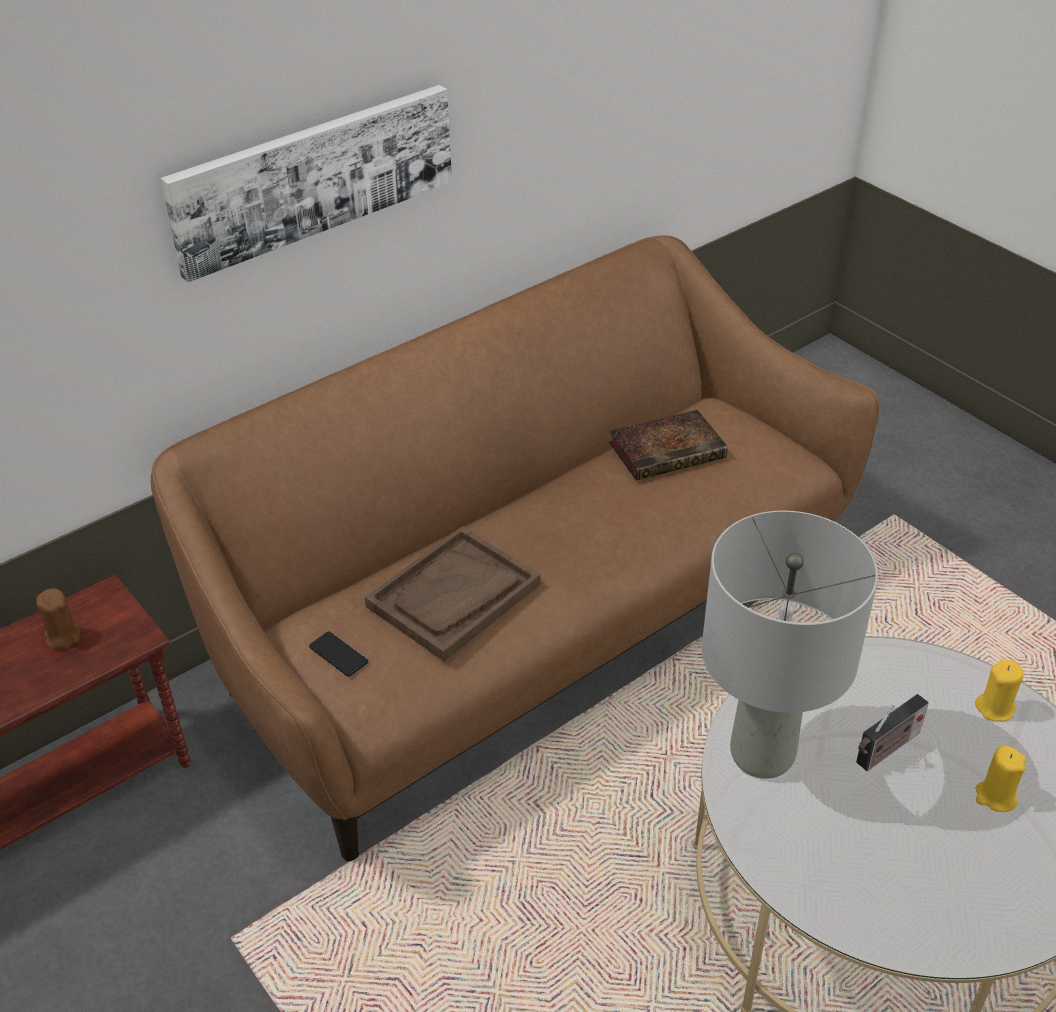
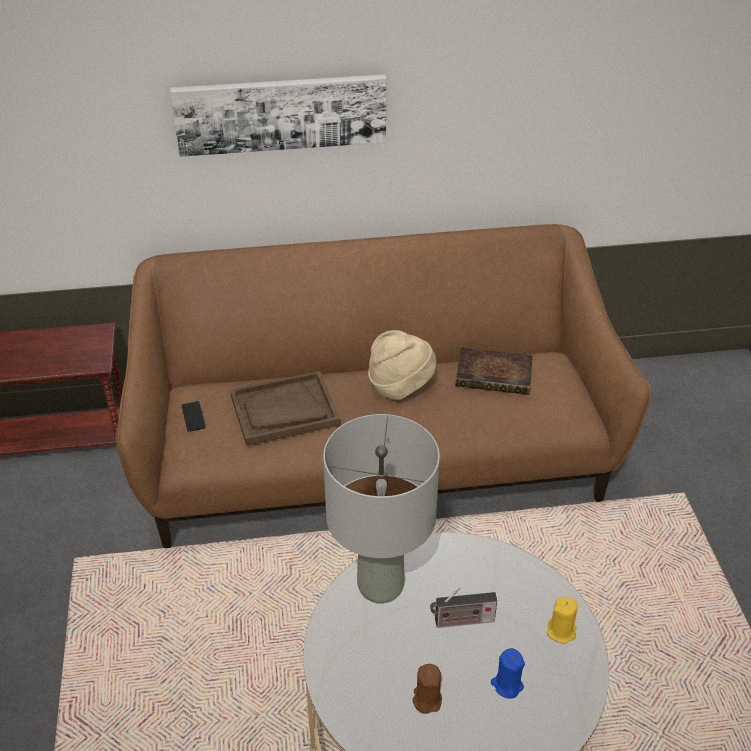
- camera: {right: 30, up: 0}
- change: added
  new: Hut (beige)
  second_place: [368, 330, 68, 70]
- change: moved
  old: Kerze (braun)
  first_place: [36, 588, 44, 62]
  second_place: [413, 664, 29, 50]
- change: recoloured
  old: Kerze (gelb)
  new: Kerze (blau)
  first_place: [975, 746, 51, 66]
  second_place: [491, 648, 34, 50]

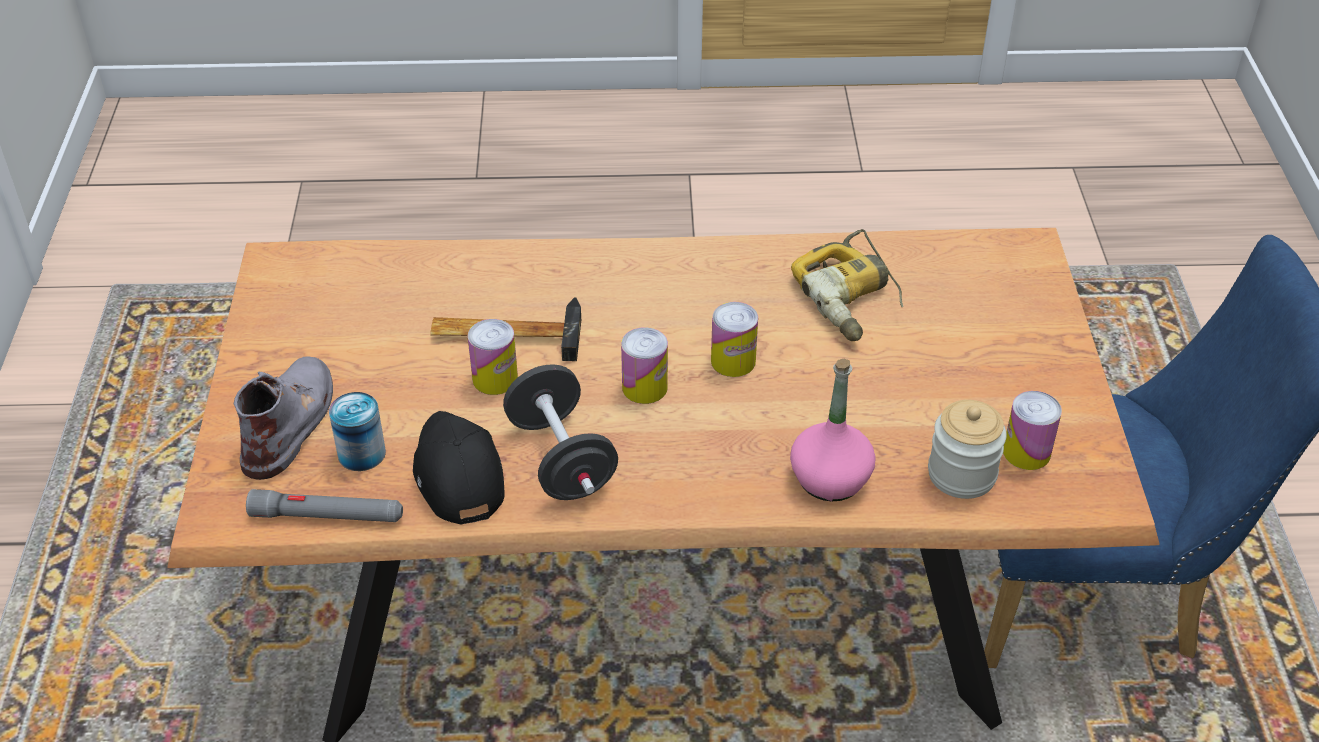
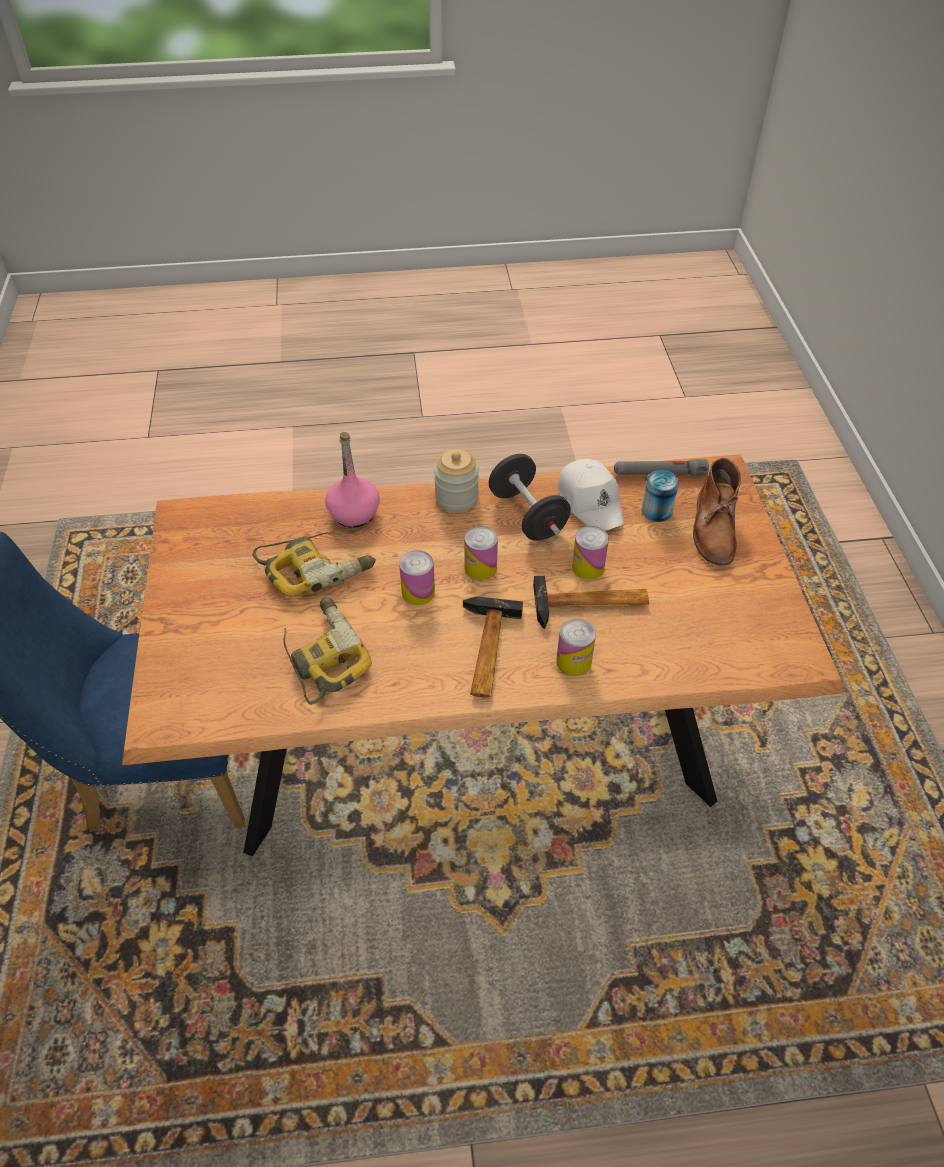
- camera: {right: 175, up: 5}
- change: added
  new: Bohrmaschine
  second_place: [253, 532, 123, 64]
- change: moved
  old: Vorratsglas
  first_place: [928, 400, 79, 99]
  second_place: [434, 449, 45, 63]
- change: added
  new: Hammer
  second_place: [463, 596, 60, 101]
- change: moved
  old: Dose
  first_place: [1003, 391, 59, 79]
  second_place: [556, 619, 40, 57]
- change: recoloured
  old: Kappe (schwarz)
  new: Kappe (weiß)
  first_place: [413, 411, 92, 113]
  second_place: [557, 459, 67, 72]
- change: recoloured
  old: Stiefel (grau)
  new: Stiefel (braun)
  first_place: [234, 356, 99, 124]
  second_place: [693, 458, 48, 107]

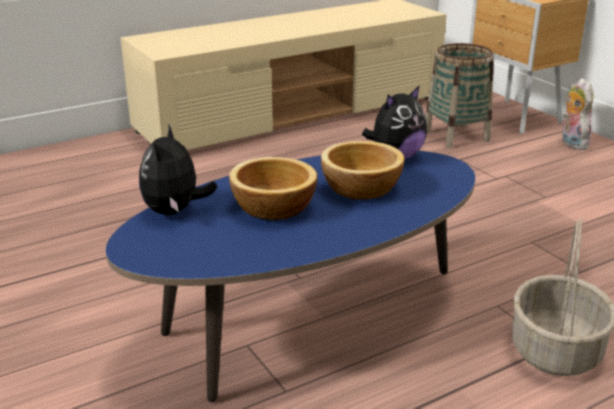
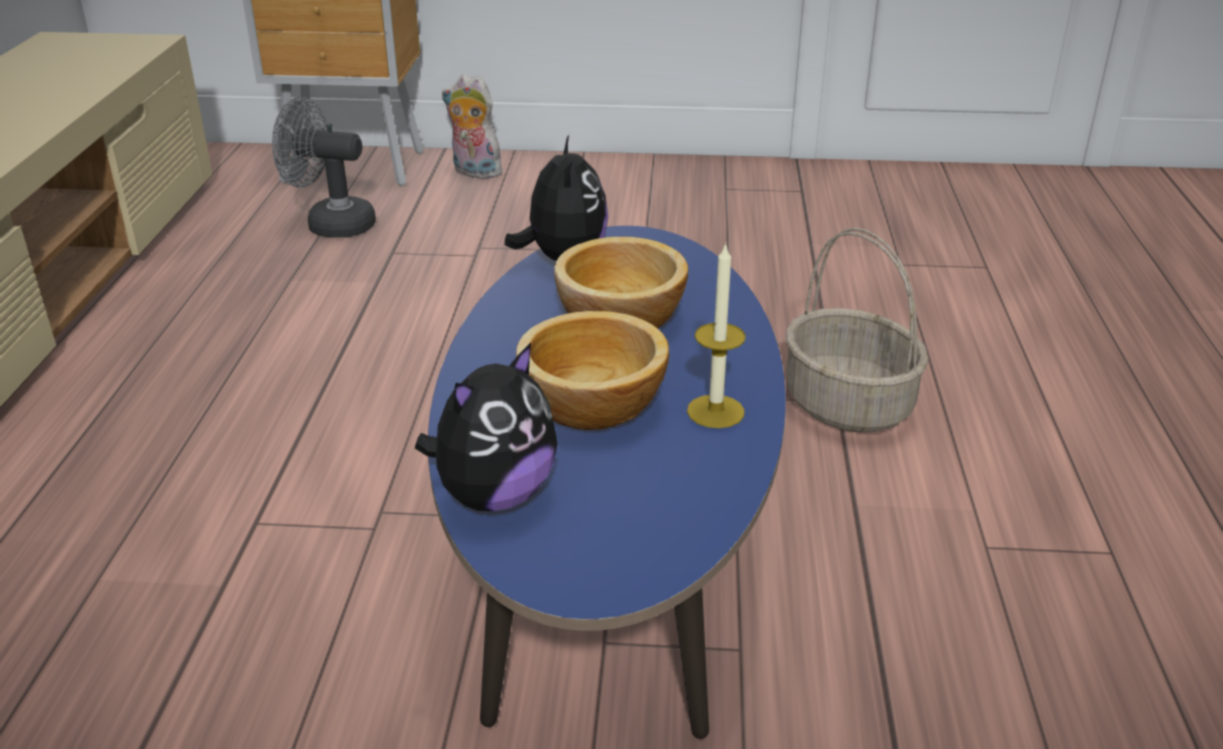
- camera: {right: -55, up: 5}
- change: replaced
  old: Korb
  new: Ventilator (grau)
  first_place: [425, 43, 69, 105]
  second_place: [272, 97, 104, 141]
- change: turned
  old: Plüschtier
  first_place: [139, 123, 79, 92]
  second_place: [415, 343, 143, 168]
  degrees: -90
- change: added
  new: Kerze
  second_place: [687, 242, 59, 186]

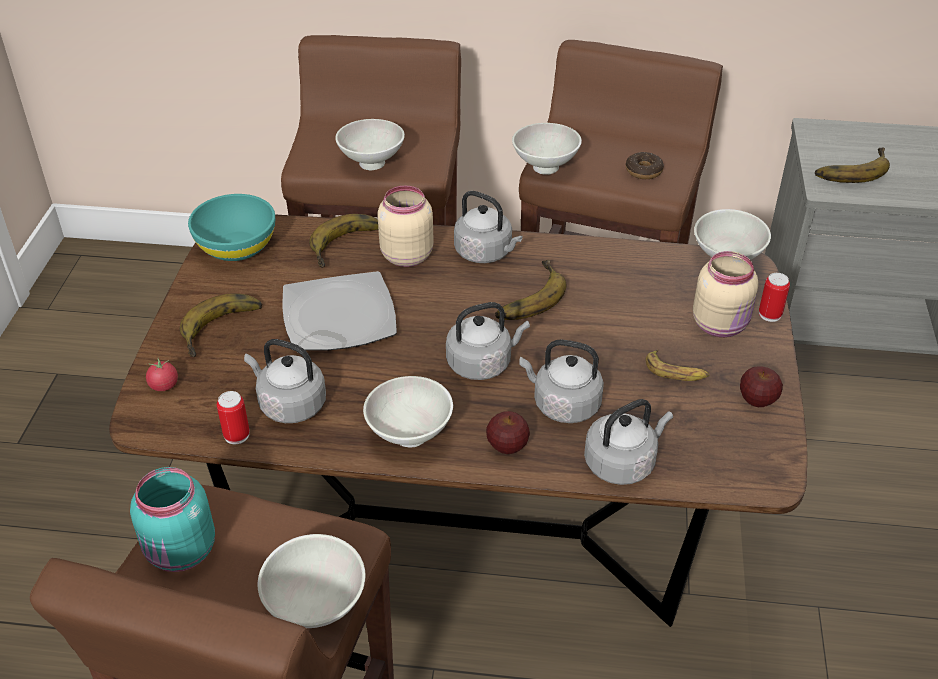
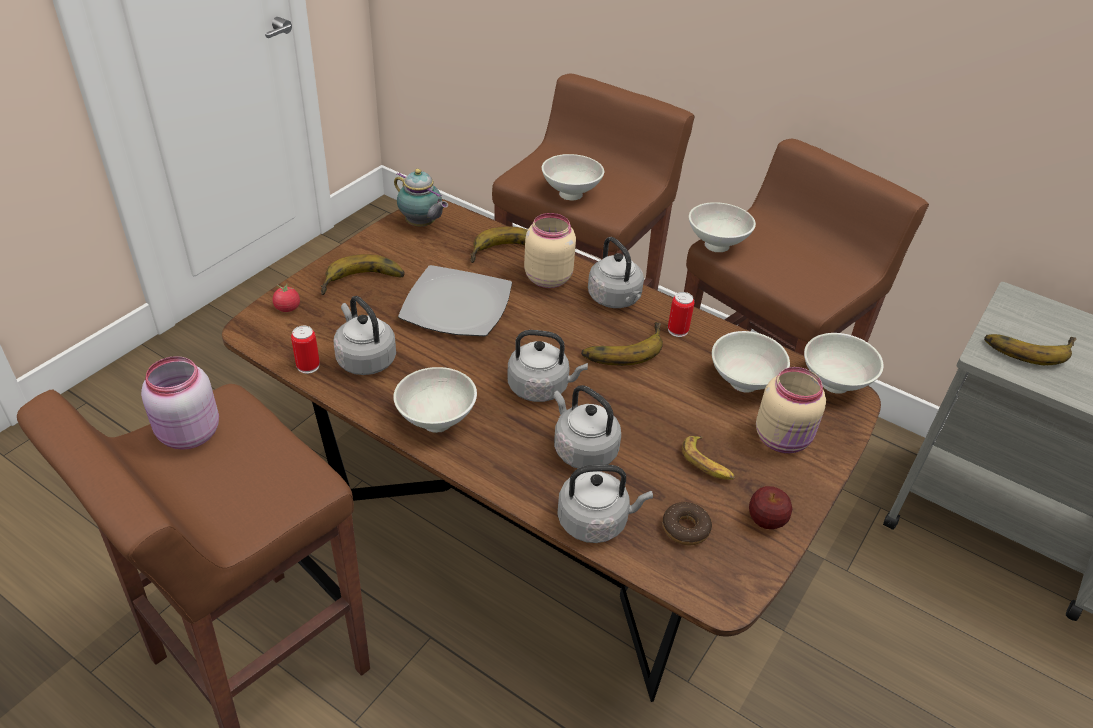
- camera: {right: 25, up: 0}
- change: recoloured
  old: Vorratsglas (türkis)
  new: Vorratsglas (rosa)
  first_place: [130, 467, 85, 105]
  second_place: [141, 356, 78, 94]
- change: replaced
  old: Schüssel (türkis)
  new: Teekanne
  first_place: [188, 194, 87, 67]
  second_place: [394, 169, 54, 57]
- change: moved
  old: Donut
  first_place: [626, 152, 38, 27]
  second_place: [662, 502, 50, 43]
- change: moved
  old: Dose
  first_place: [759, 273, 31, 49]
  second_place: [668, 292, 26, 45]
- change: moved
  old: Schüssel (weiß)
  first_place: [258, 534, 107, 94]
  second_place: [712, 331, 78, 61]
- change: removed
  old: Apfel
  first_place: [486, 411, 44, 43]

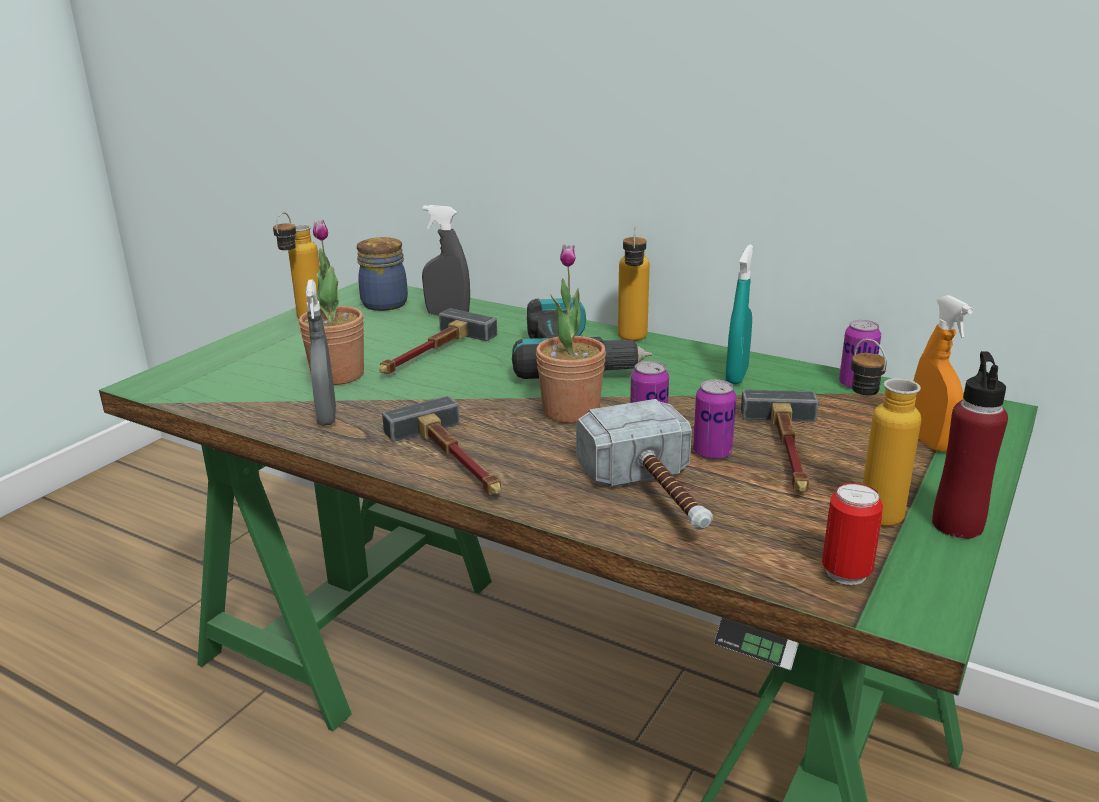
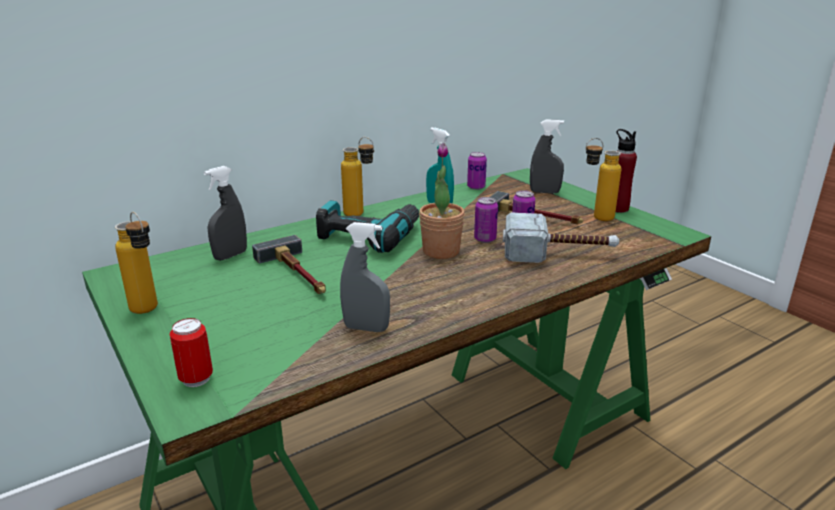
- camera: {right: -65, up: 0}
- change: moved
  old: Dose
  first_place: [822, 483, 61, 102]
  second_place: [170, 318, 43, 69]
- change: recoloured
  old: Sprühflasche (orange)
  new: Sprühflasche (grau)
  first_place: [914, 295, 59, 157]
  second_place: [530, 120, 34, 74]
- change: removed
  old: Topfpflanze
  first_place: [299, 220, 65, 165]
- change: removed
  old: Vorratsglas
  first_place: [357, 237, 51, 74]
- change: removed
  old: Hammer
  first_place: [382, 396, 119, 99]

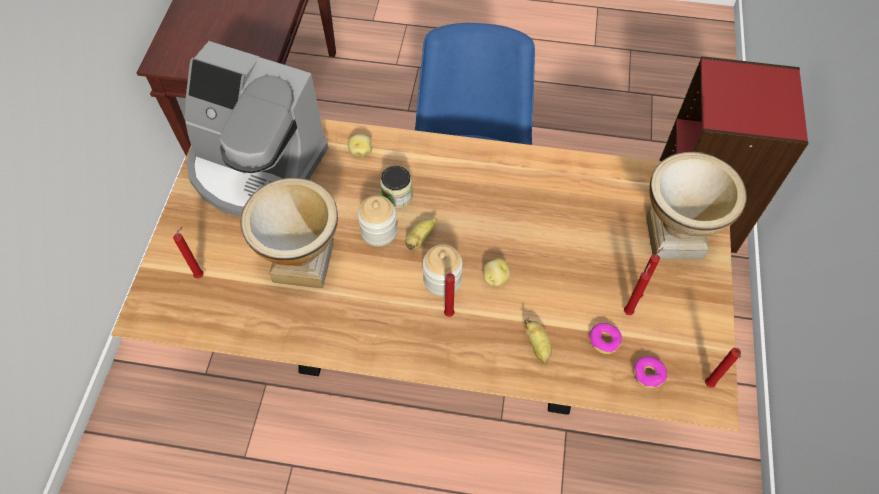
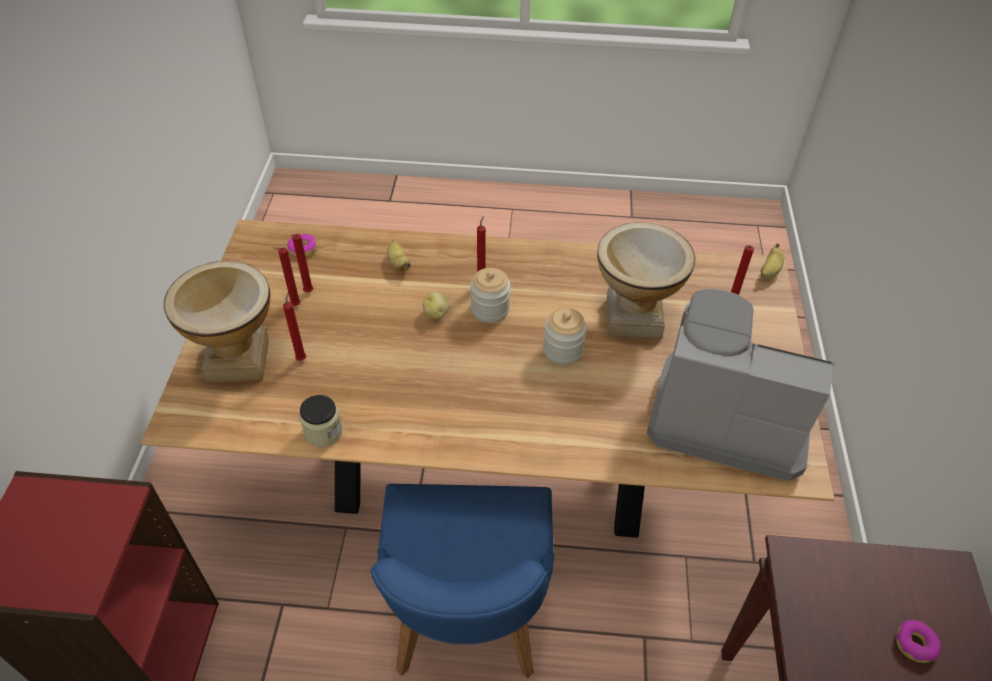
- camera: {right: 175, up: -10}
- change: moved
  old: Kerze (rot)
  first_place: [705, 348, 36, 40]
  second_place: [283, 291, 23, 70]
- change: moved
  old: Vorratsglas
  first_place: [380, 166, 33, 43]
  second_place: [299, 395, 43, 52]
- change: moved
  old: Banane
  first_place: [405, 217, 32, 33]
  second_place: [761, 243, 24, 36]
- change: moved
  old: Donut
  first_place: [589, 323, 33, 31]
  second_place: [896, 620, 45, 43]
- change: removed
  old: Kartoffel
  first_place: [348, 134, 24, 24]

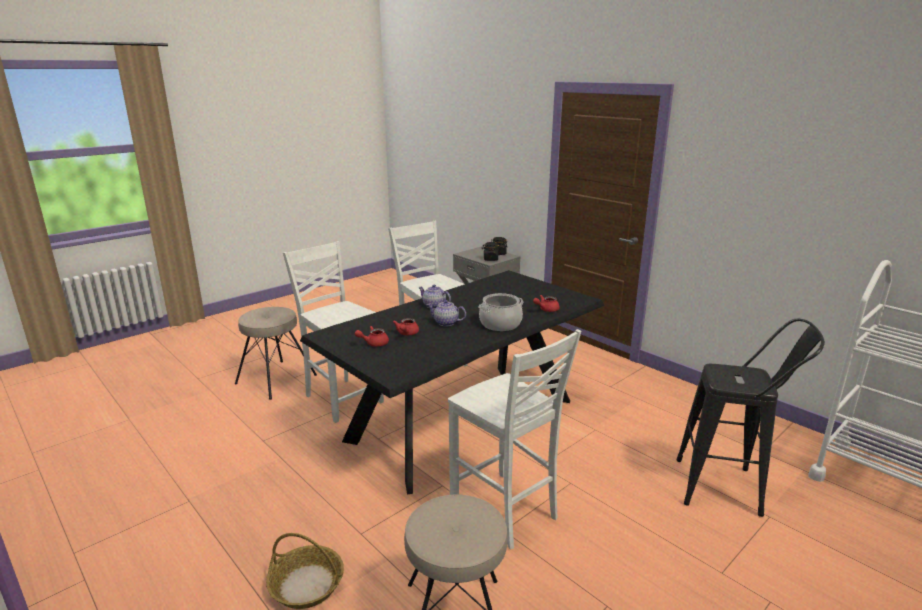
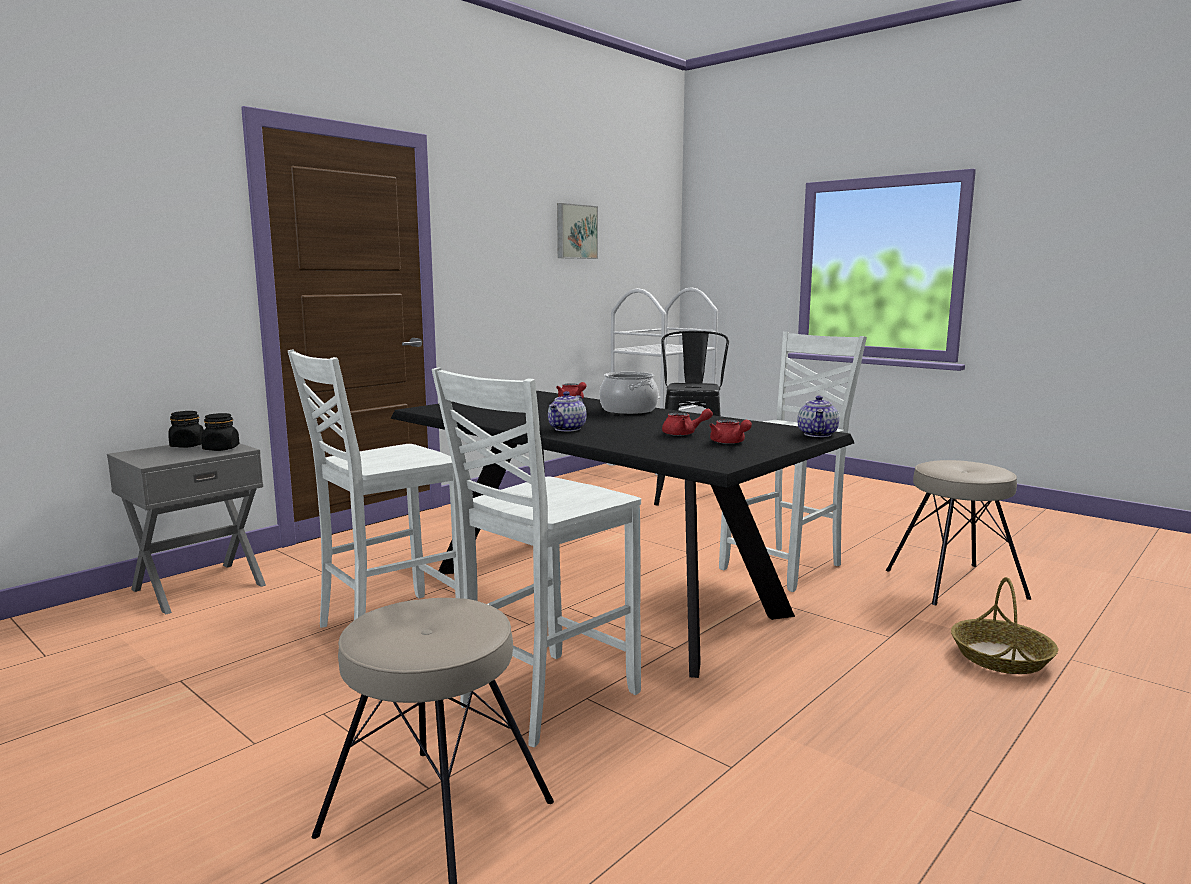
- camera: {right: -95, up: -10}
- change: added
  new: Bild
  second_place: [557, 203, 41, 56]
- change: moved
  old: Teekanne
  first_place: [427, 300, 39, 27]
  second_place: [797, 396, 42, 41]

